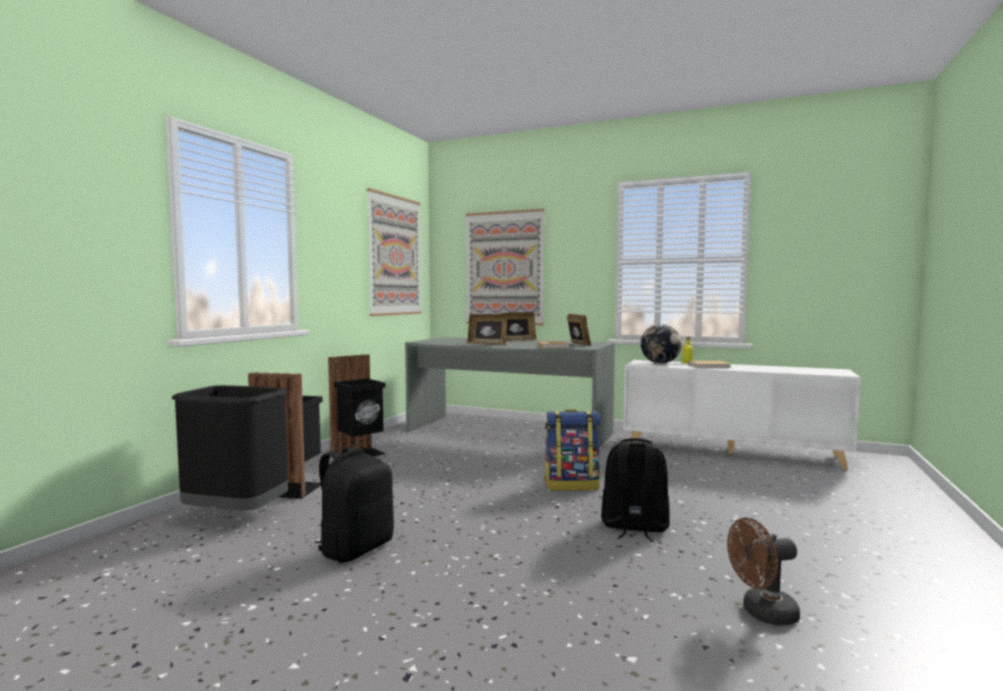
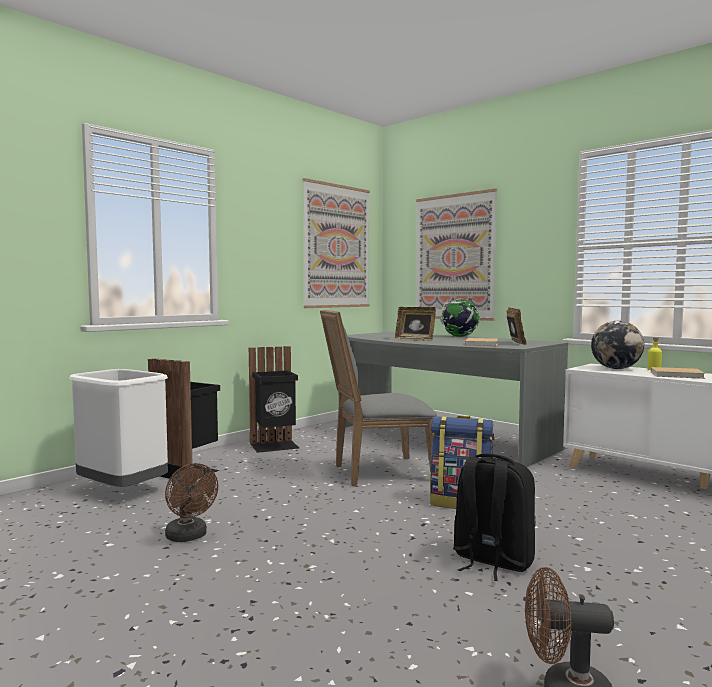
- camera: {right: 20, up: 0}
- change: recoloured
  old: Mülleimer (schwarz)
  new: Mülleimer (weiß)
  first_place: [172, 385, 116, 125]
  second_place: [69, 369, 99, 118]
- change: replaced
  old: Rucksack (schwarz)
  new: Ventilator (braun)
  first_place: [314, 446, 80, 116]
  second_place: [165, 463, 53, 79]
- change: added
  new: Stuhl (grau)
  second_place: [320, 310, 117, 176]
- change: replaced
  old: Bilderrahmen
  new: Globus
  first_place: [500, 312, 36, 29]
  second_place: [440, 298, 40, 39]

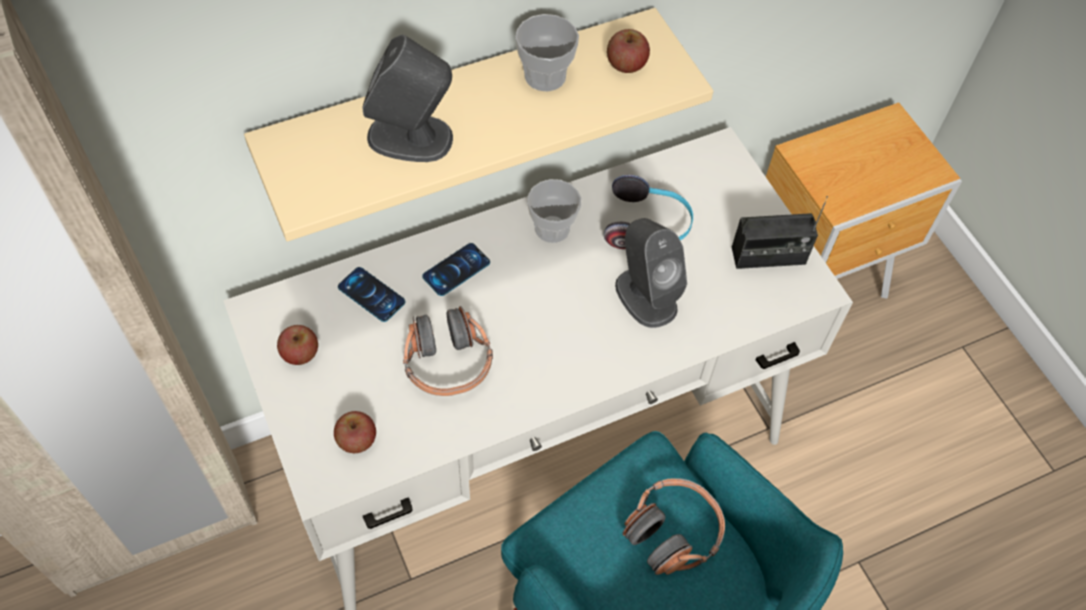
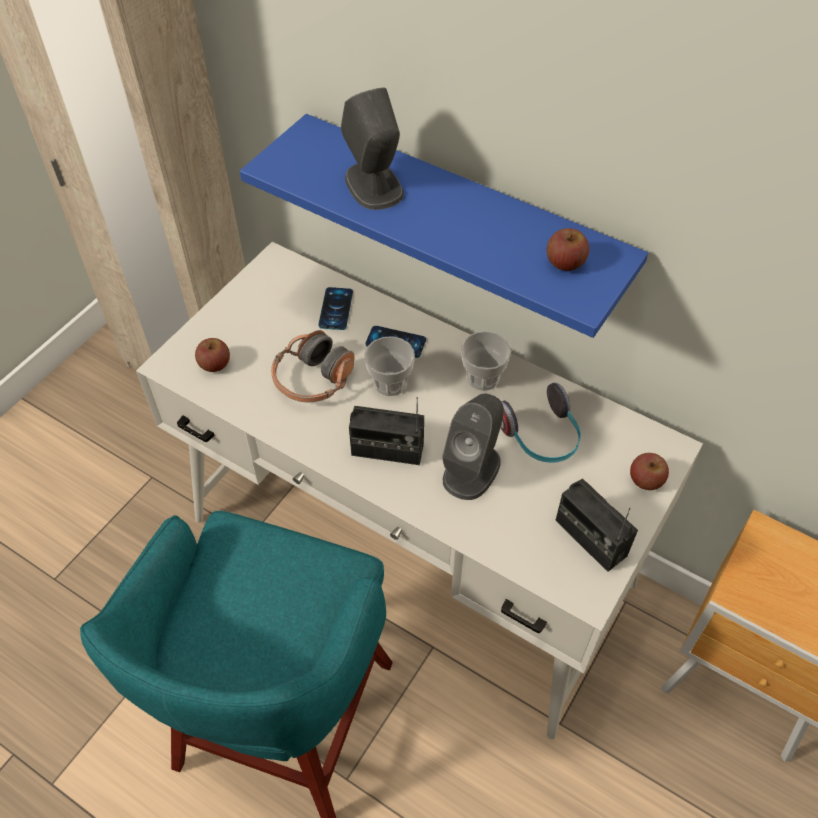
- camera: {right: 60, up: -5}
- change: recoloured
  old: Wandregal (beige)
  new: Wandregal (blau)
  first_place: [244, 8, 469, 234]
  second_place: [240, 114, 408, 224]
- change: added
  new: Radio
  second_place: [349, 397, 75, 68]
- change: moved
  old: Tasse
  first_place: [515, 14, 64, 78]
  second_place: [364, 336, 51, 60]
- change: moved
  old: Apfel
  first_place: [277, 325, 41, 40]
  second_place: [630, 453, 39, 37]
- change: removed
  old: Kopfhörer
  first_place: [622, 478, 103, 97]

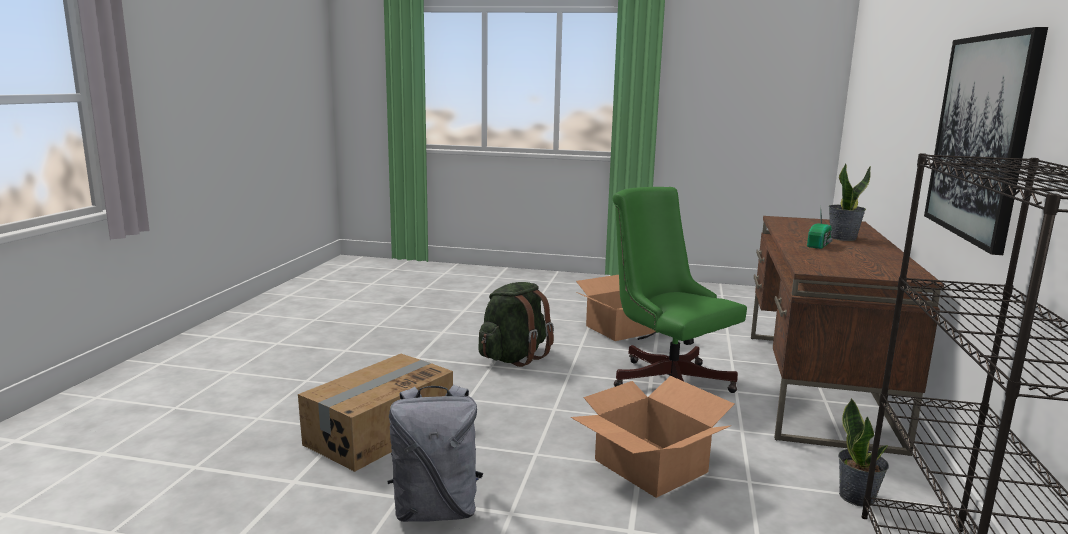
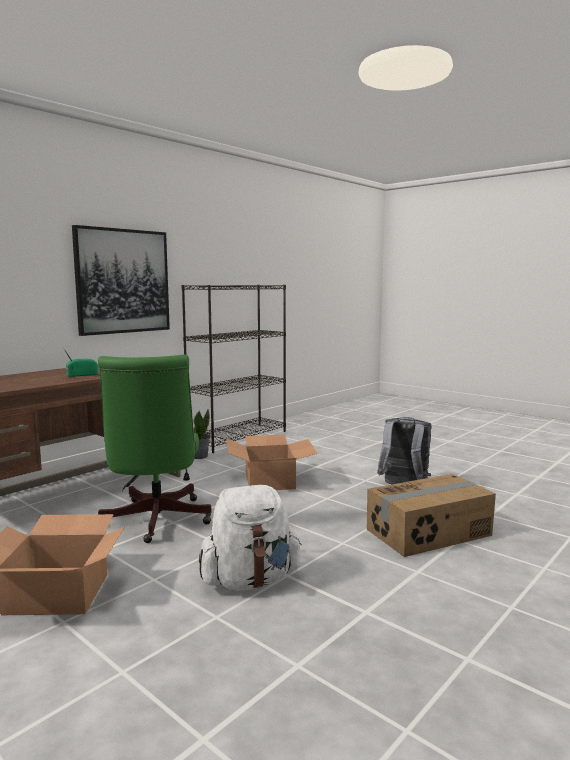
- camera: {right: -150, up: -5}
- change: recoloured
  old: Rucksack (grün)
  new: Rucksack (weiß)
  first_place: [478, 282, 76, 85]
  second_place: [199, 485, 103, 105]
- change: removed
  old: Topfpflanze
  first_place: [829, 163, 42, 78]

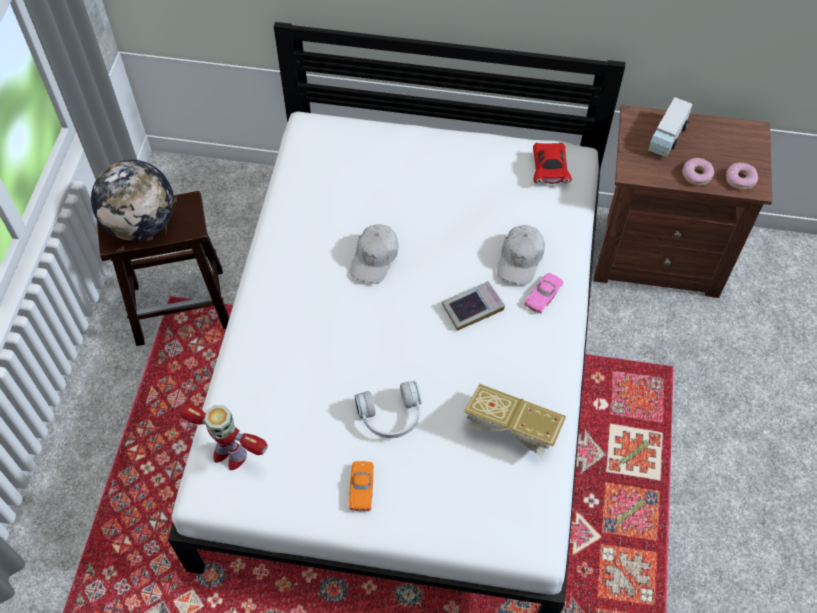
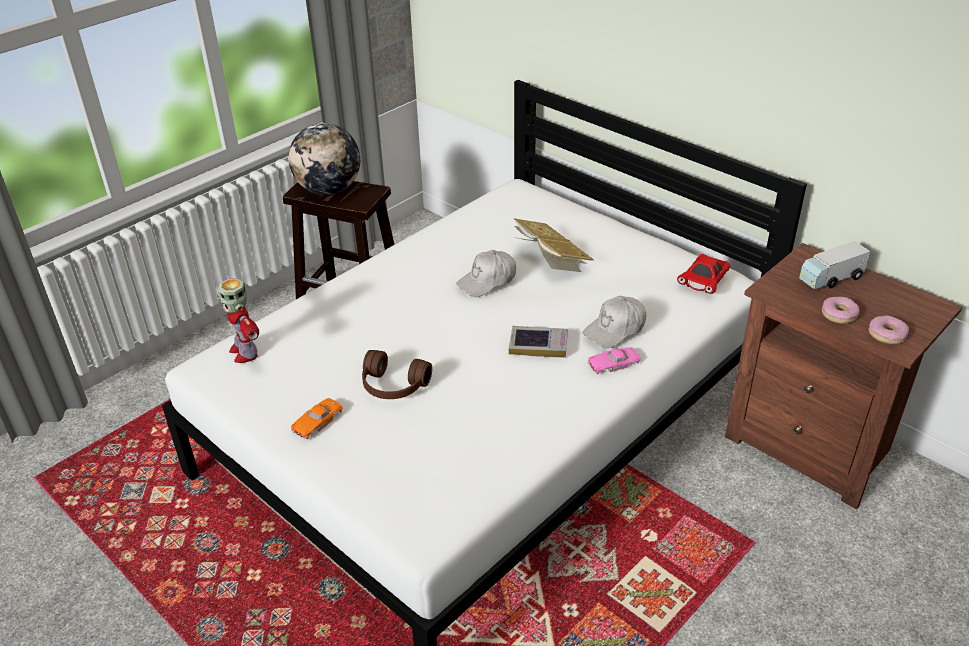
- camera: {right: 35, up: -20}
- change: recoloured
  old: Kopfhörer (weiß)
  new: Kopfhörer (braun)
  first_place: [355, 381, 66, 57]
  second_place: [362, 350, 70, 49]
- change: moved
  old: Buch
  first_place: [464, 384, 102, 73]
  second_place: [513, 219, 81, 53]

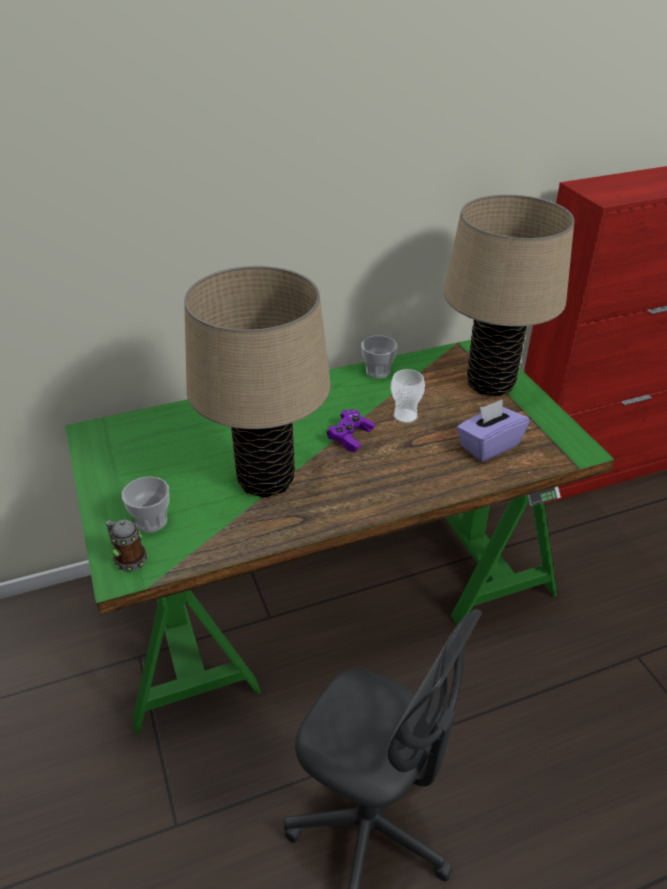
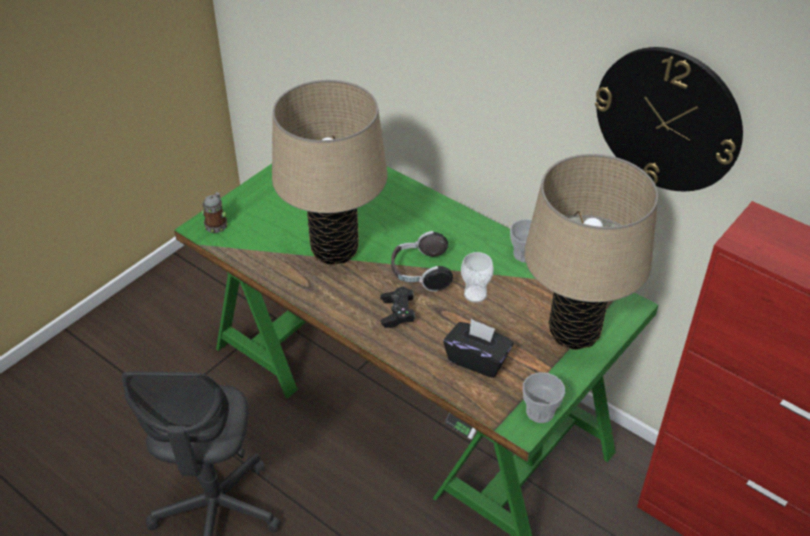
- camera: {right: 60, up: 5}
- change: added
  new: Gamepad (schwarz)
  second_place: [380, 287, 35, 41]
- change: replaced
  old: Gamepad (lila)
  new: Kopfhörer
  first_place: [327, 409, 48, 43]
  second_place: [391, 231, 62, 61]
- change: recoloured
  old: Taschentuchbox (lila)
  new: Taschentuchbox (schwarz)
  first_place: [457, 399, 73, 63]
  second_place: [444, 318, 70, 60]
- change: moved
  old: Tasse
  first_place: [122, 476, 47, 57]
  second_place: [523, 372, 42, 51]
- change: added
  new: Wanduhr
  second_place: [595, 47, 148, 144]

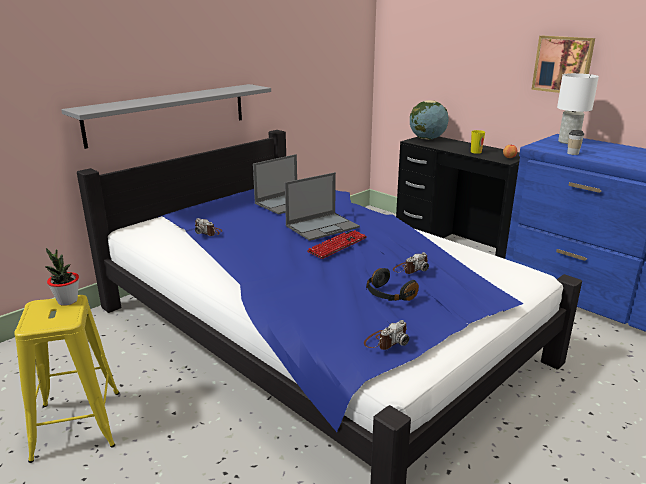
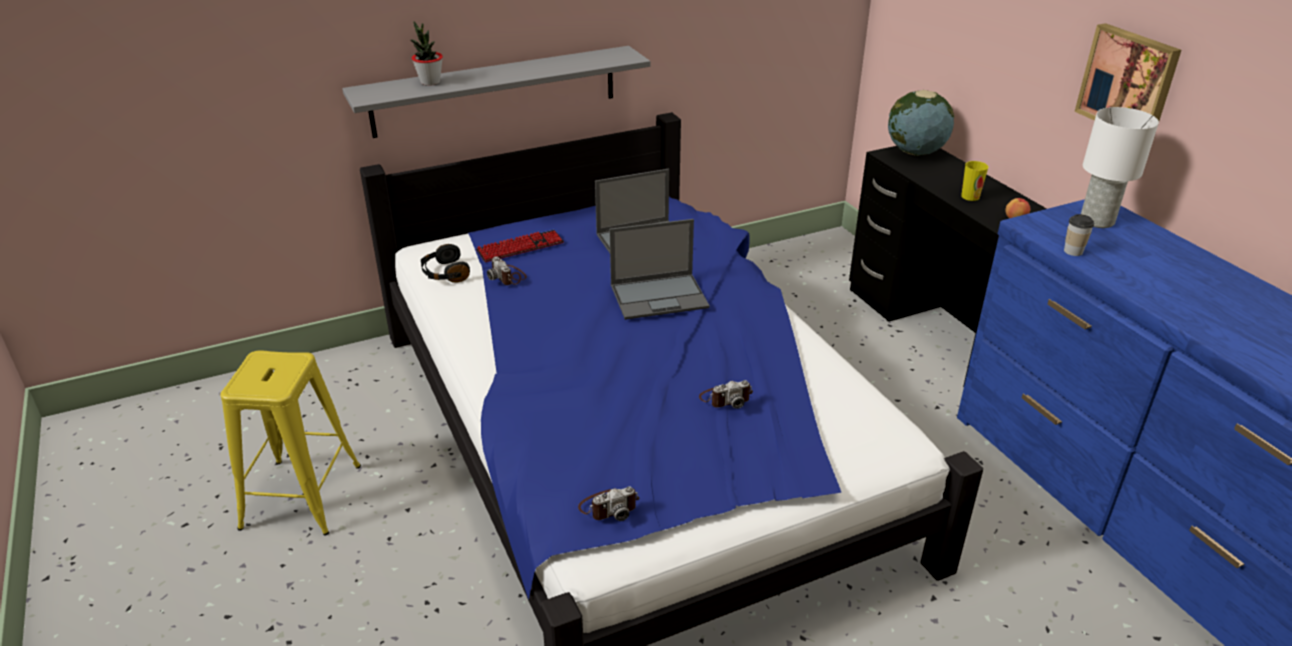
- camera: {right: 20, up: 10}
- change: moved
  old: Topfpflanze
  first_place: [45, 248, 34, 58]
  second_place: [411, 21, 32, 65]
- change: moved
  old: Kopfhörer (schwarz)
  first_place: [366, 268, 53, 33]
  second_place: [421, 244, 49, 39]
- change: moved
  old: Tastatur
  first_place: [307, 230, 60, 29]
  second_place: [476, 230, 88, 32]

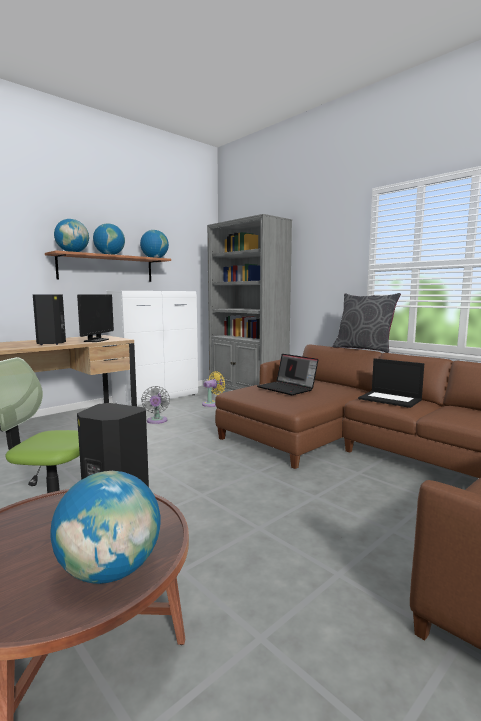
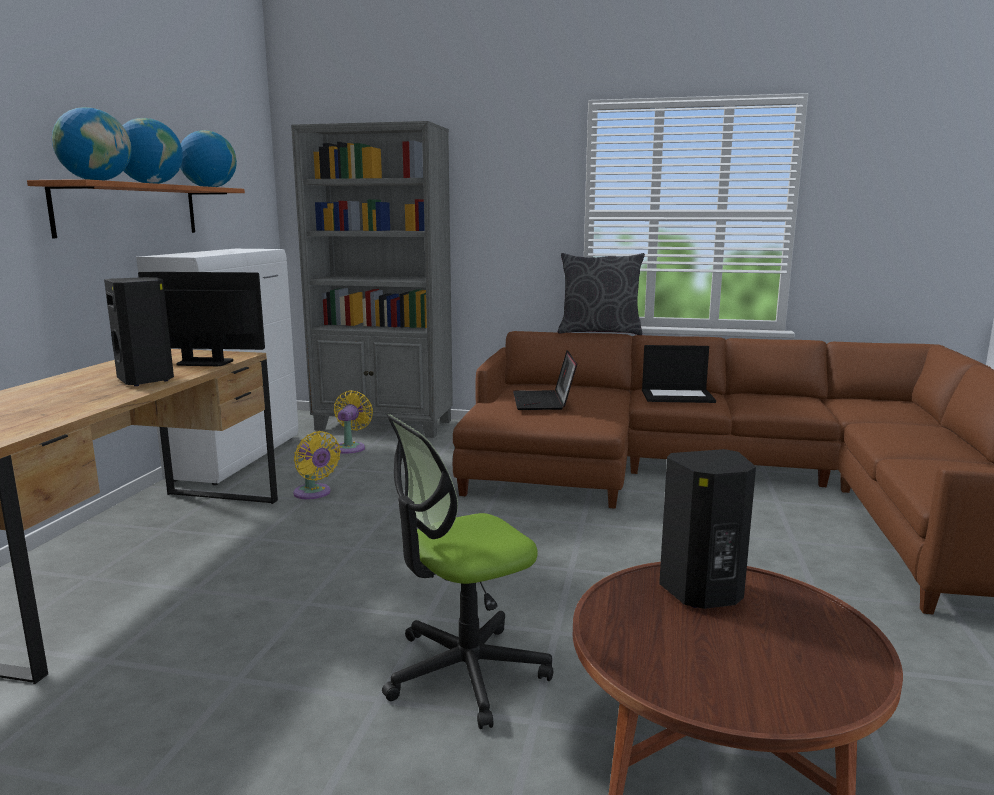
- camera: {right: -35, up: 5}
- change: turned
  old: Monitor
  first_place: [77, 295, 37, 47]
  second_place: [138, 272, 127, 94]
  degrees: -60
- change: recoloured
  old: Ventilator (grau)
  new: Ventilator (gelb)
  first_place: [141, 386, 29, 38]
  second_place: [293, 431, 48, 68]
- change: turned
  old: Laptop
  first_place: [257, 354, 61, 41]
  second_place: [513, 350, 64, 60]
  degrees: 75
- change: removed
  old: Globus
  first_place: [50, 471, 110, 113]

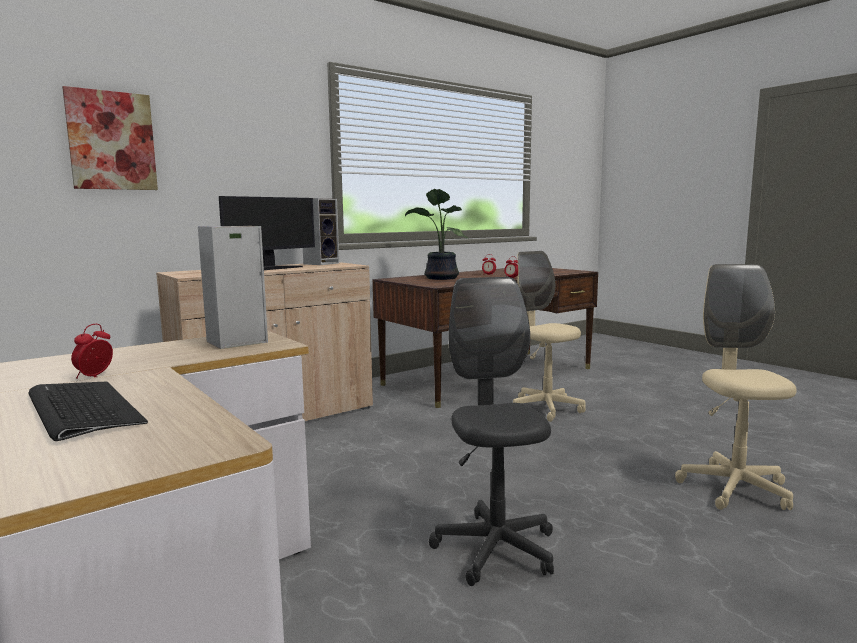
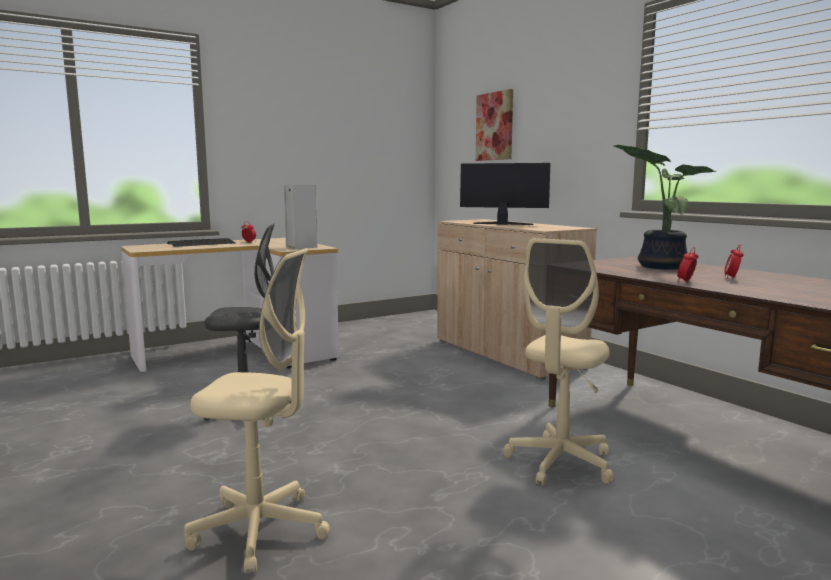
- camera: {right: 95, up: 0}
- change: turned
  old: Monitor
  first_place: [219, 196, 96, 74]
  second_place: [460, 163, 90, 62]
  degrees: 150
- change: turned
  old: Bürostuhl (beige)
  first_place: [513, 251, 72, 171]
  second_place: [503, 238, 111, 248]
  degrees: 150
- change: removed
  old: Lautsprecher
  first_place: [303, 198, 36, 67]

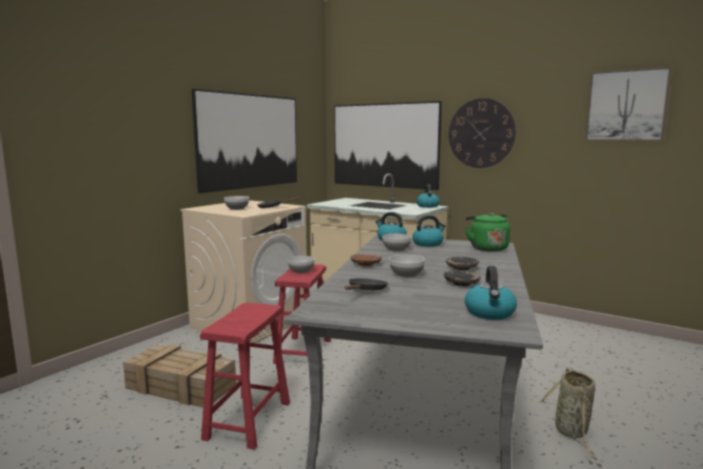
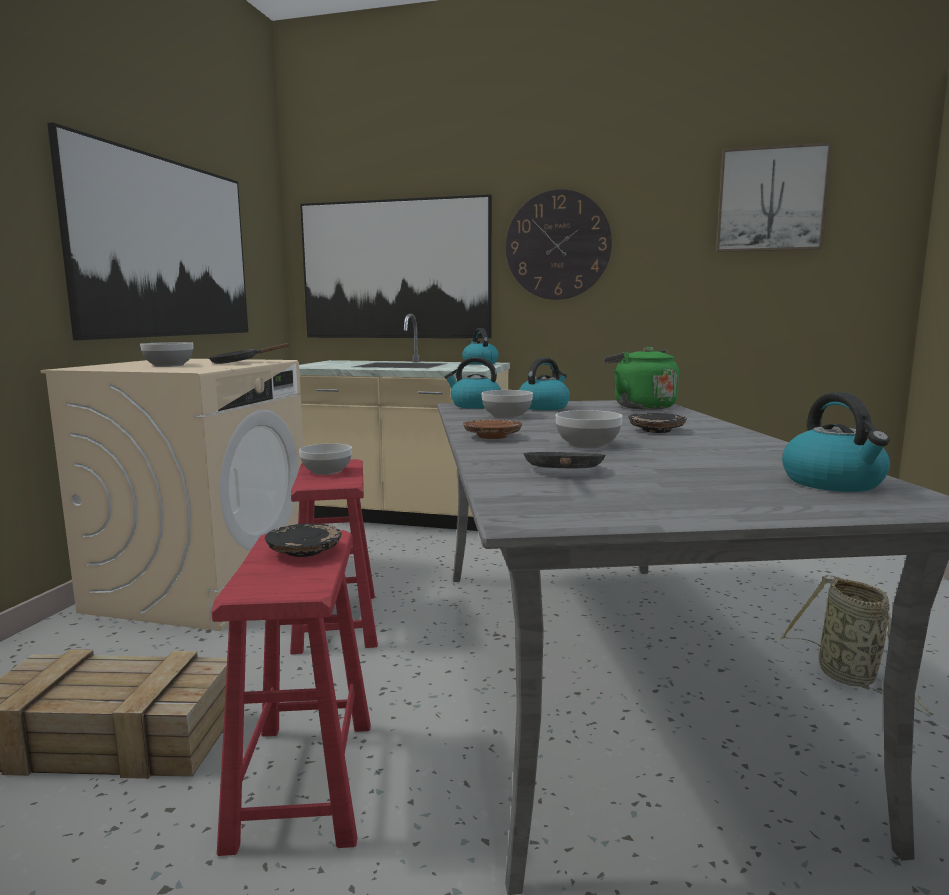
- camera: {right: -20, up: 0}
- change: moved
  old: Teller (schwarz)
  first_place: [444, 271, 37, 15]
  second_place: [265, 523, 77, 34]

